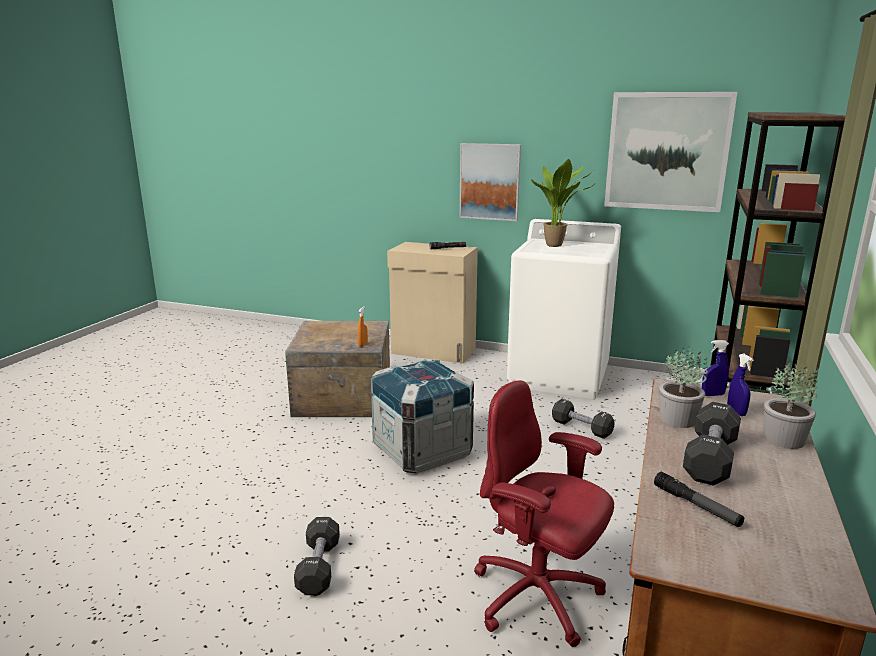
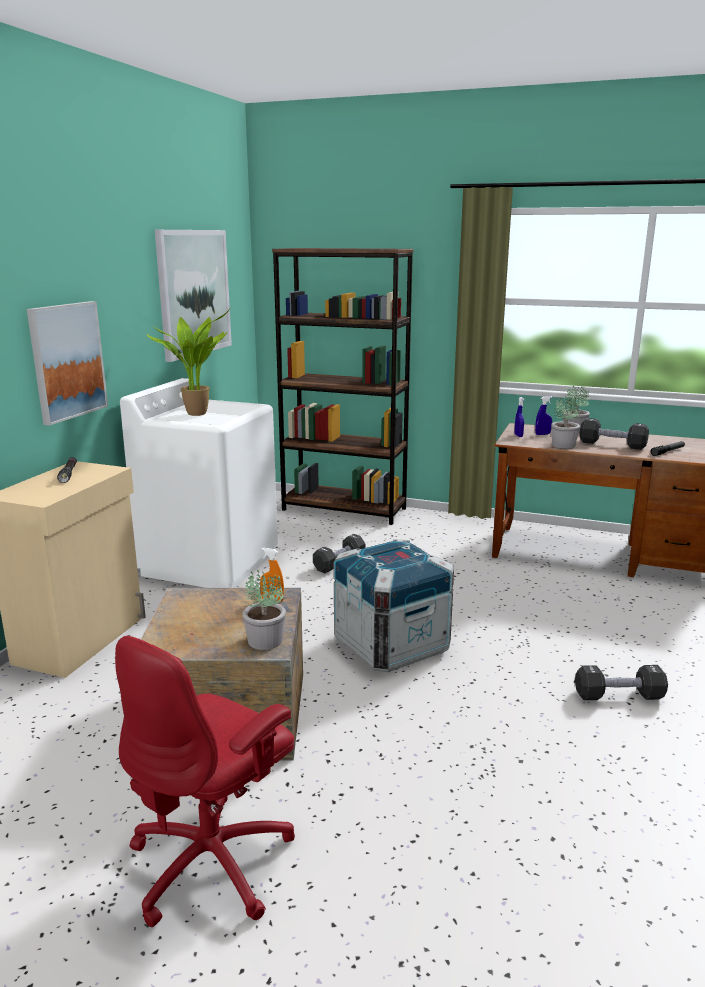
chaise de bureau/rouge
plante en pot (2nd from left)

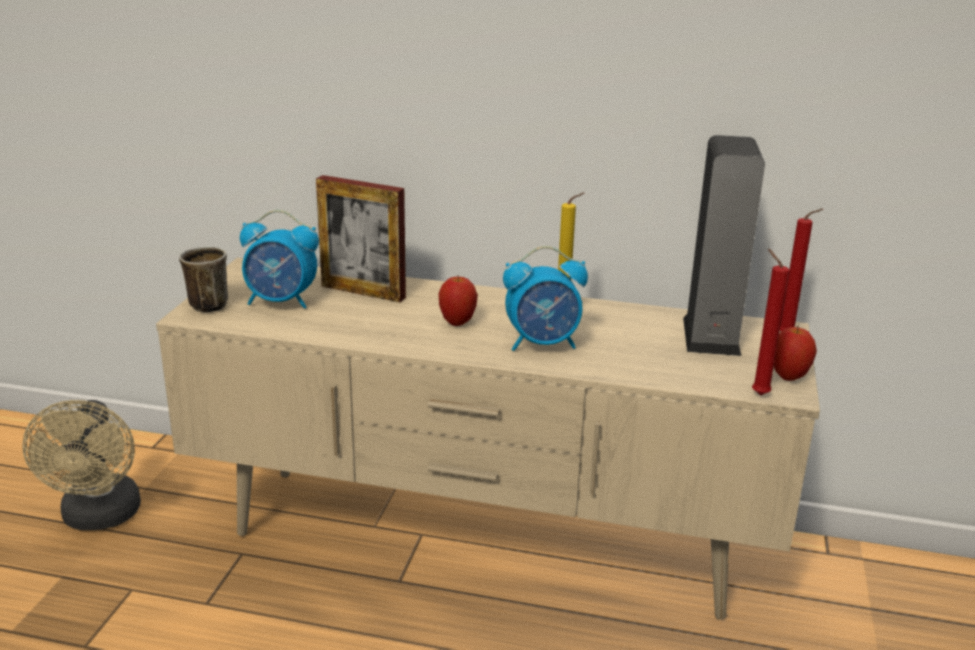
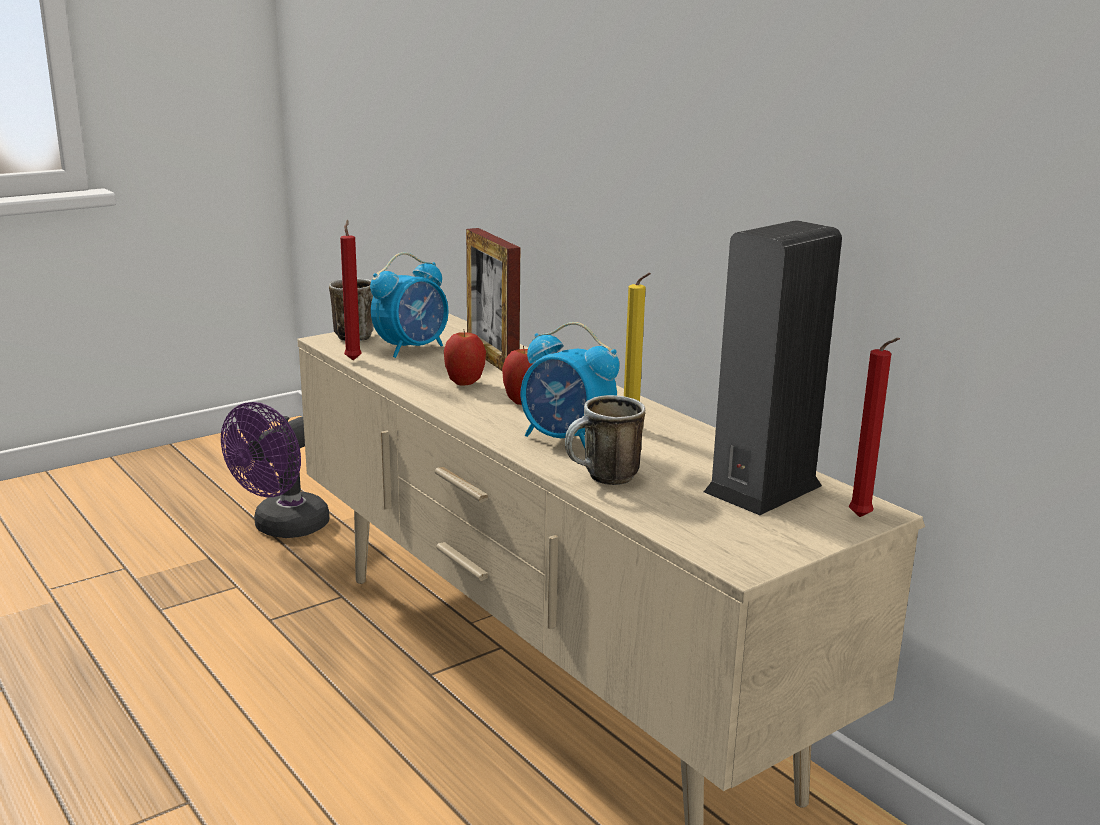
ventilateur/violet
réveil (1st from left)
bougie/rouge (1st from left)
pomme (1st from left)
mug (2nd from left)

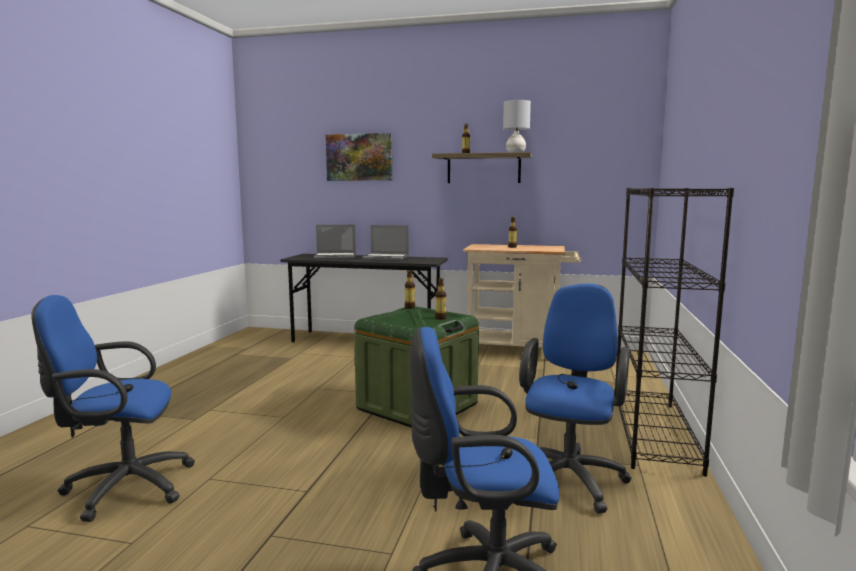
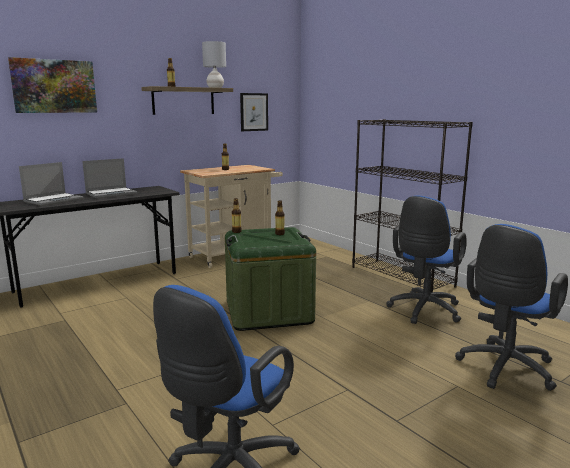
chaise de bureau/bleu (2nd from left)
tableau (2nd from left)

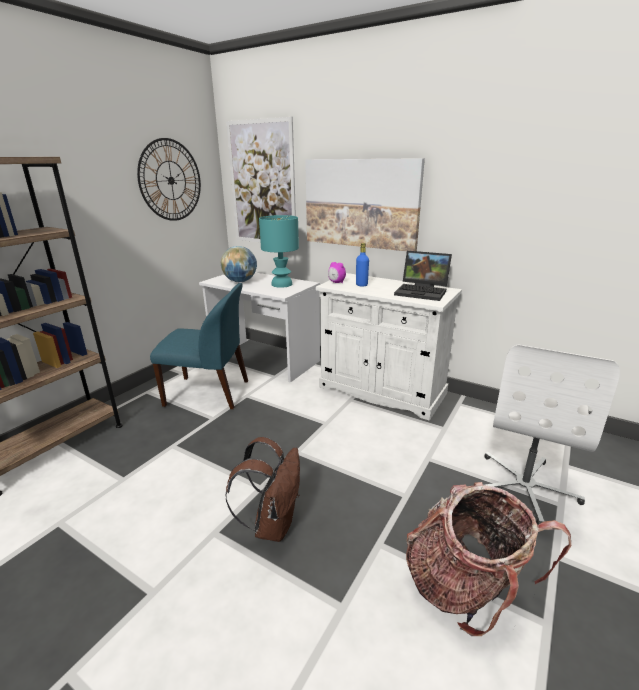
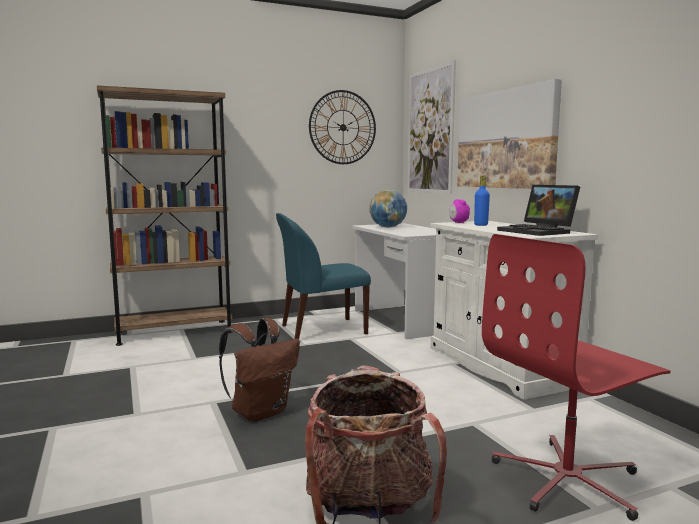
chaise/bleu
lampe de table/turquoise
chaise de bureau/rouge

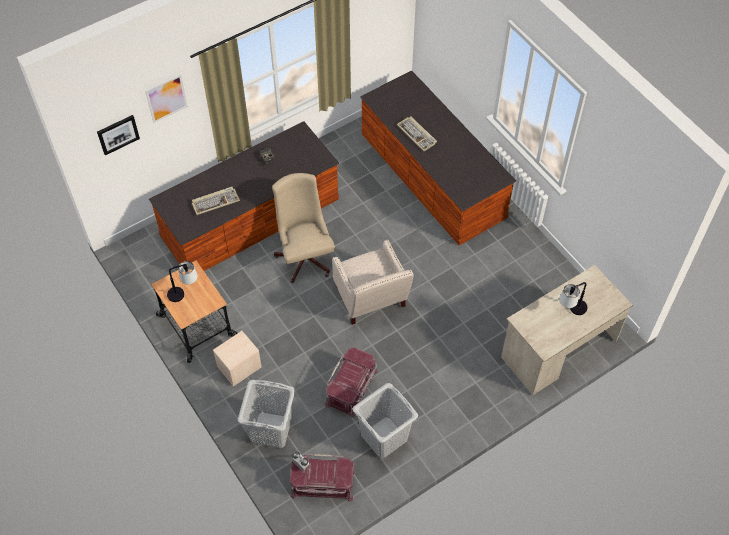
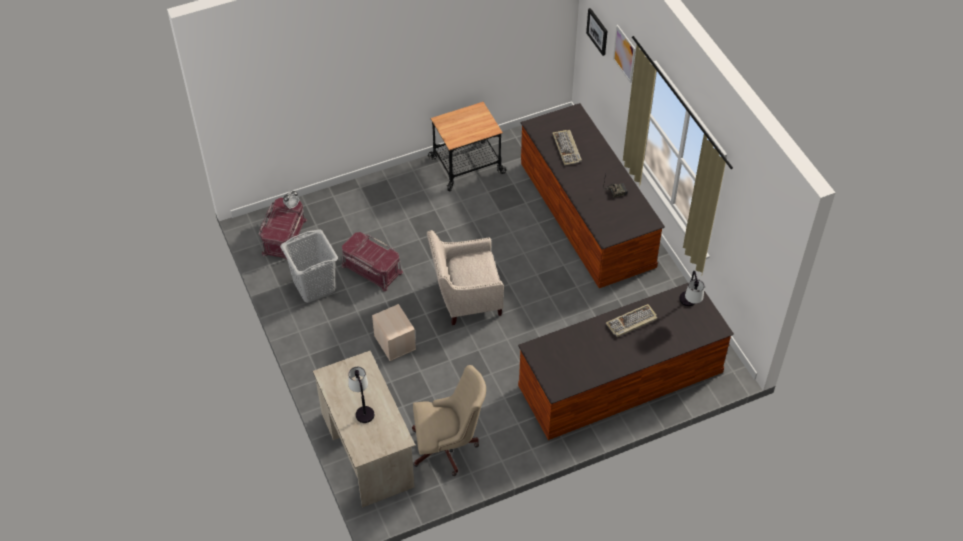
lampe de table (2nd from left)
boîte de rangement/beige
panier à linge/gris (1st from left in the first image)
chaise de bureau/beige

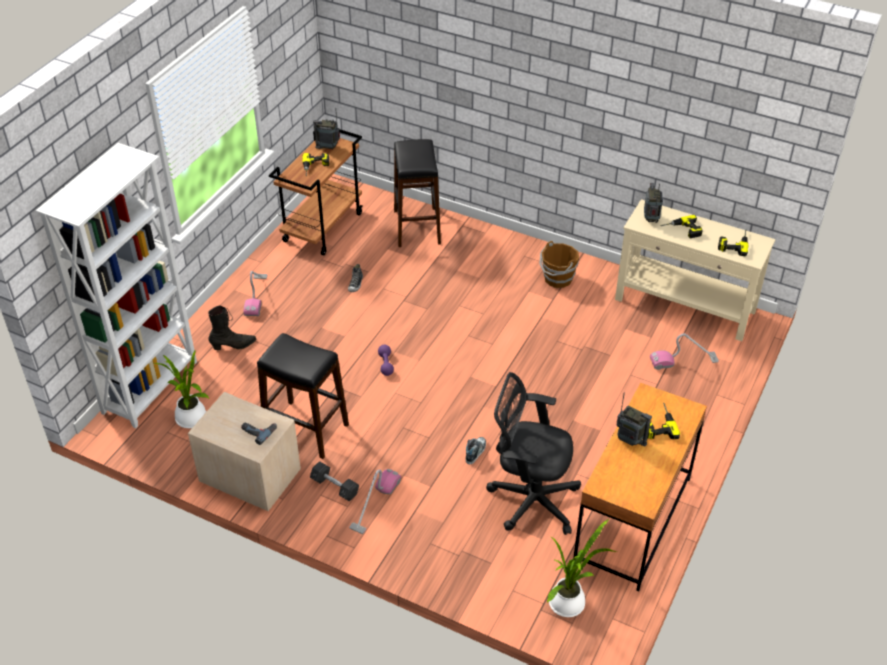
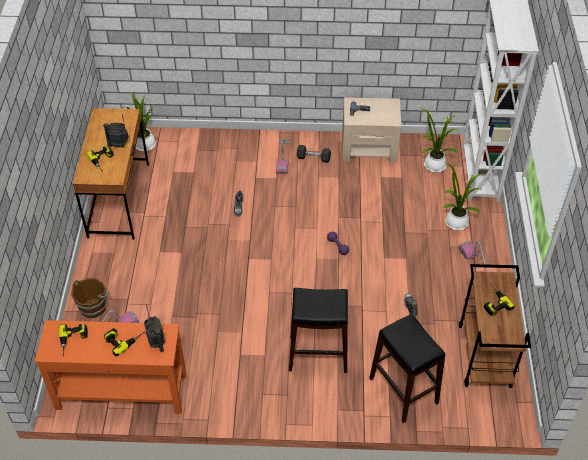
plante en pot (3rd from left)
tabouret/noir (1st from left)
radio (1st from left in the first image)
chaise de bureau/noir
seau/marron
table console/orange

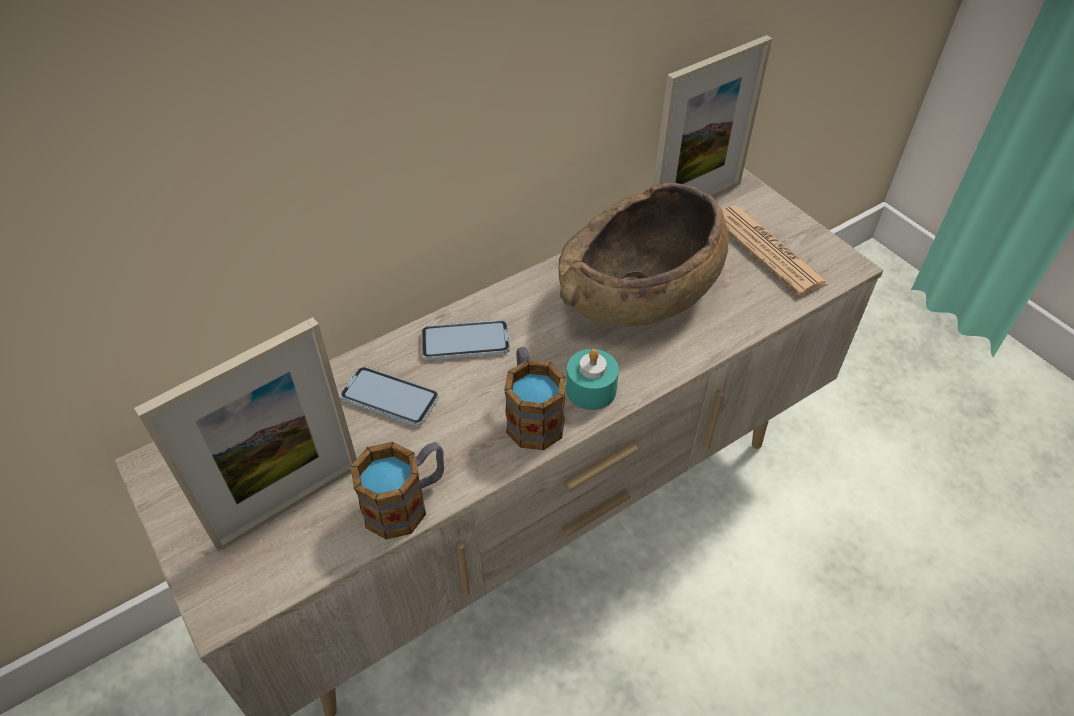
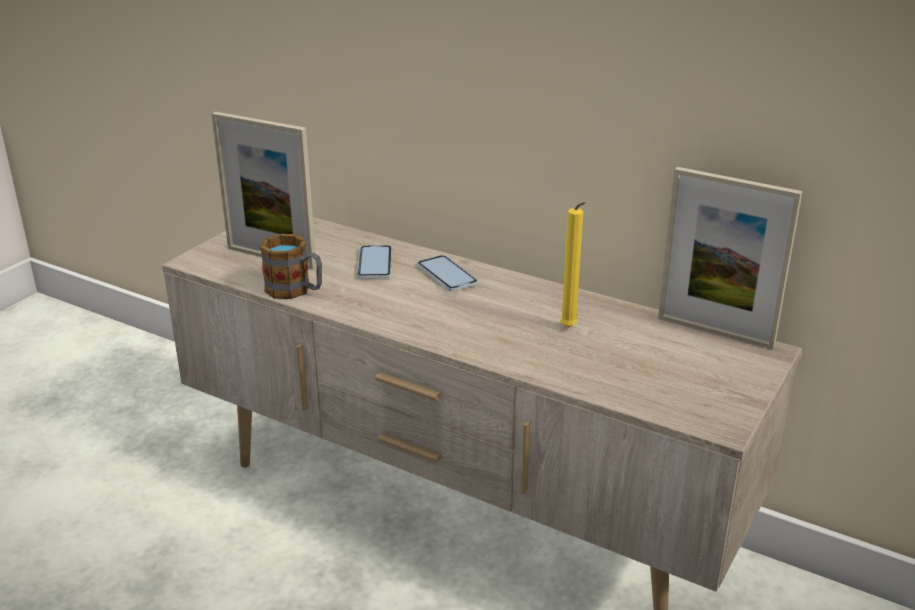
mug (2nd from left in the first image)
bougie/jaune
bougie/turquoise
journal

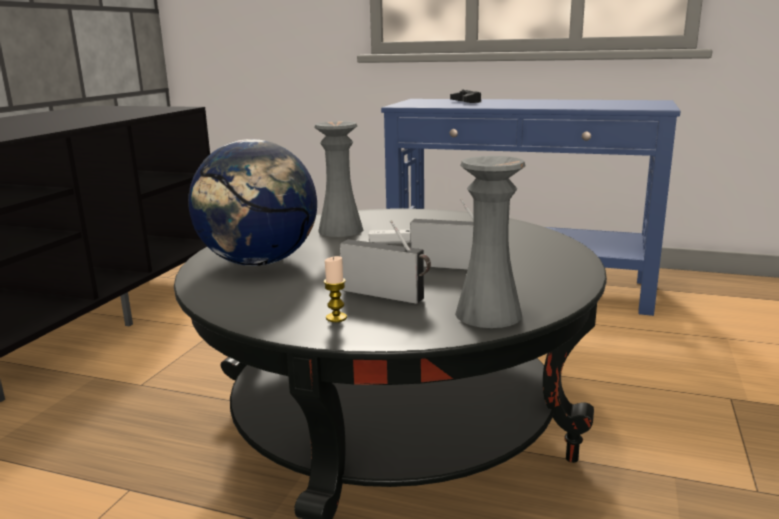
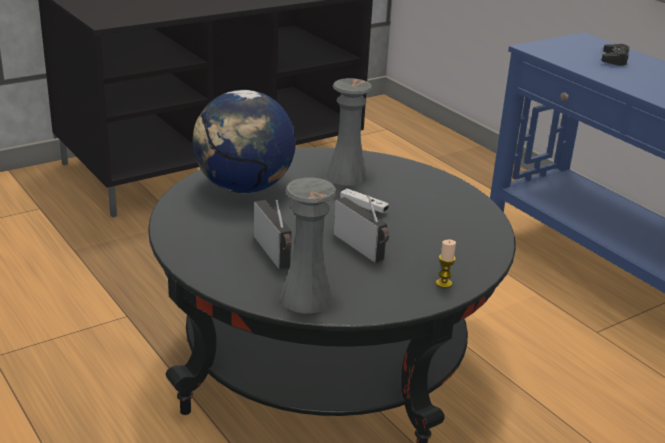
bougie

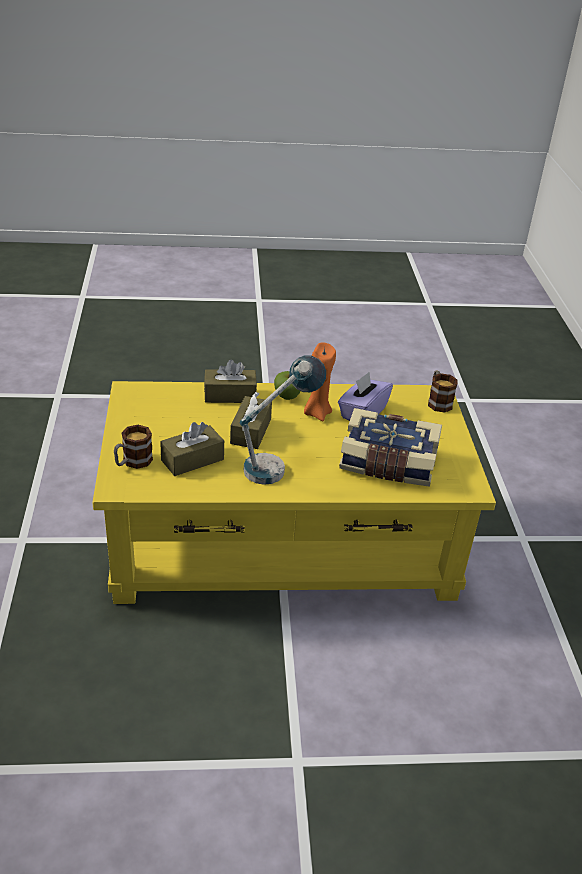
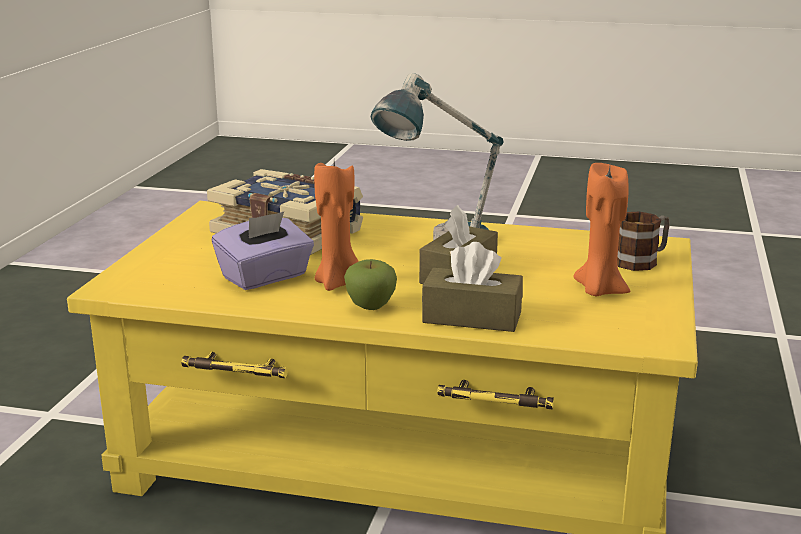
boîte à mouchoirs/marron (1st from left in the first image)
mug (2nd from left in the first image)
bougie/orange (2nd from left)

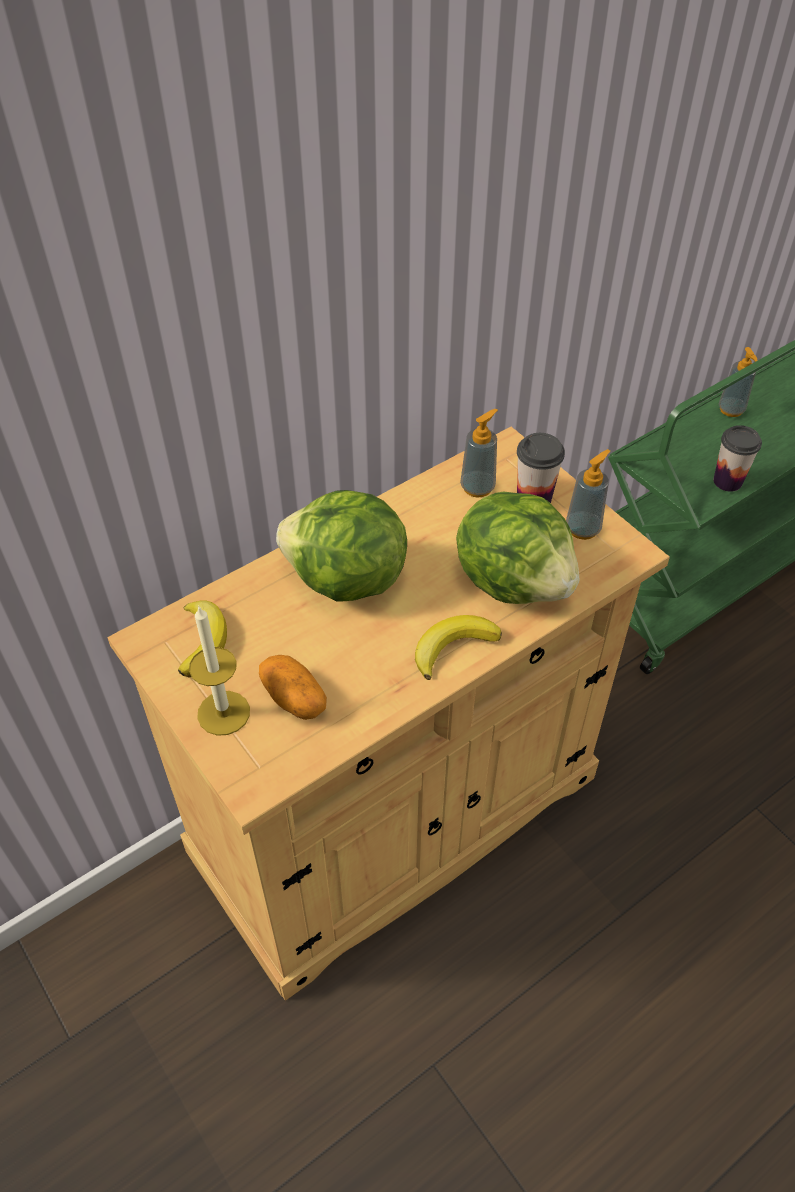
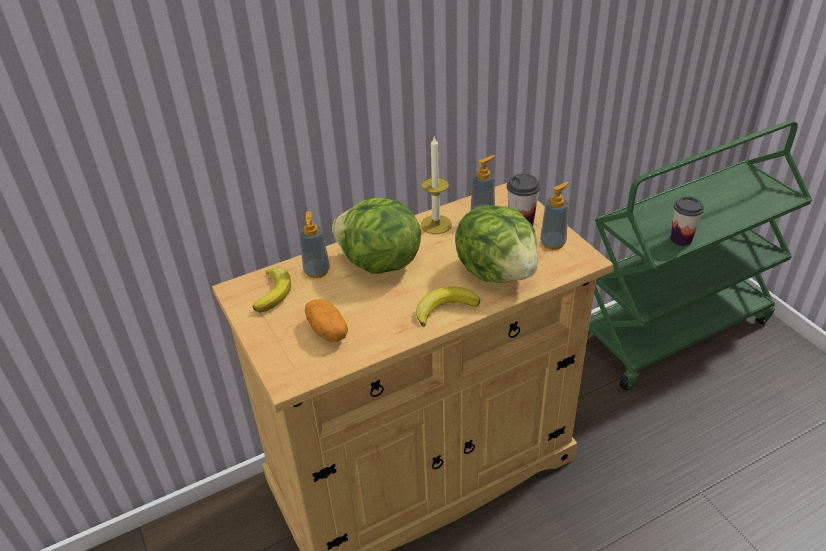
bougie
distributeur de savon (1st from left)

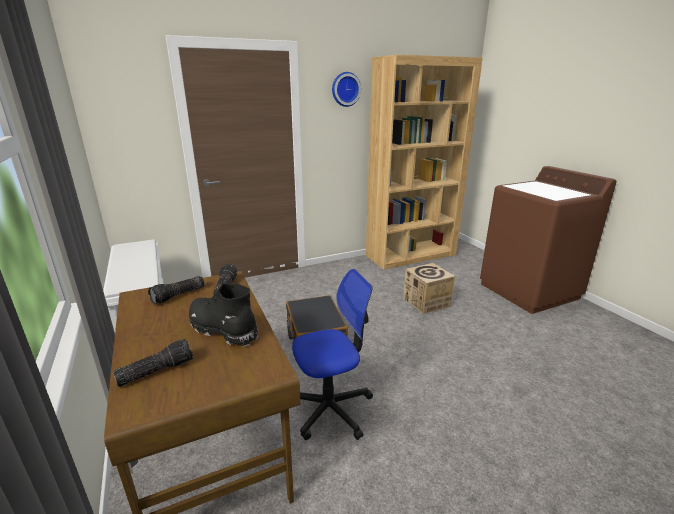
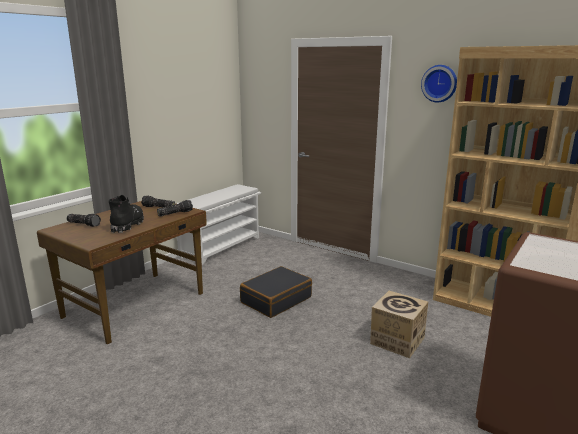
chaise de bureau

